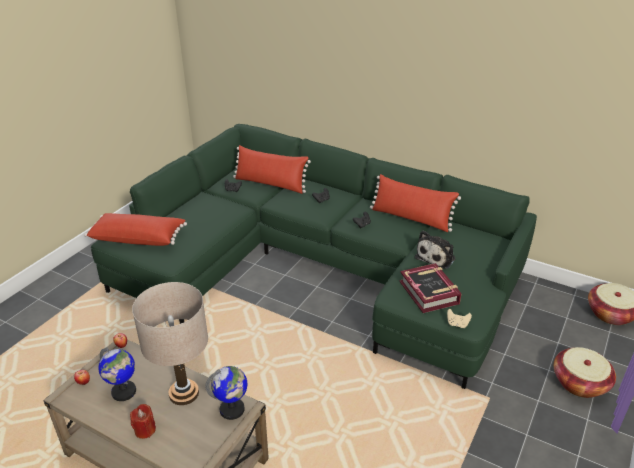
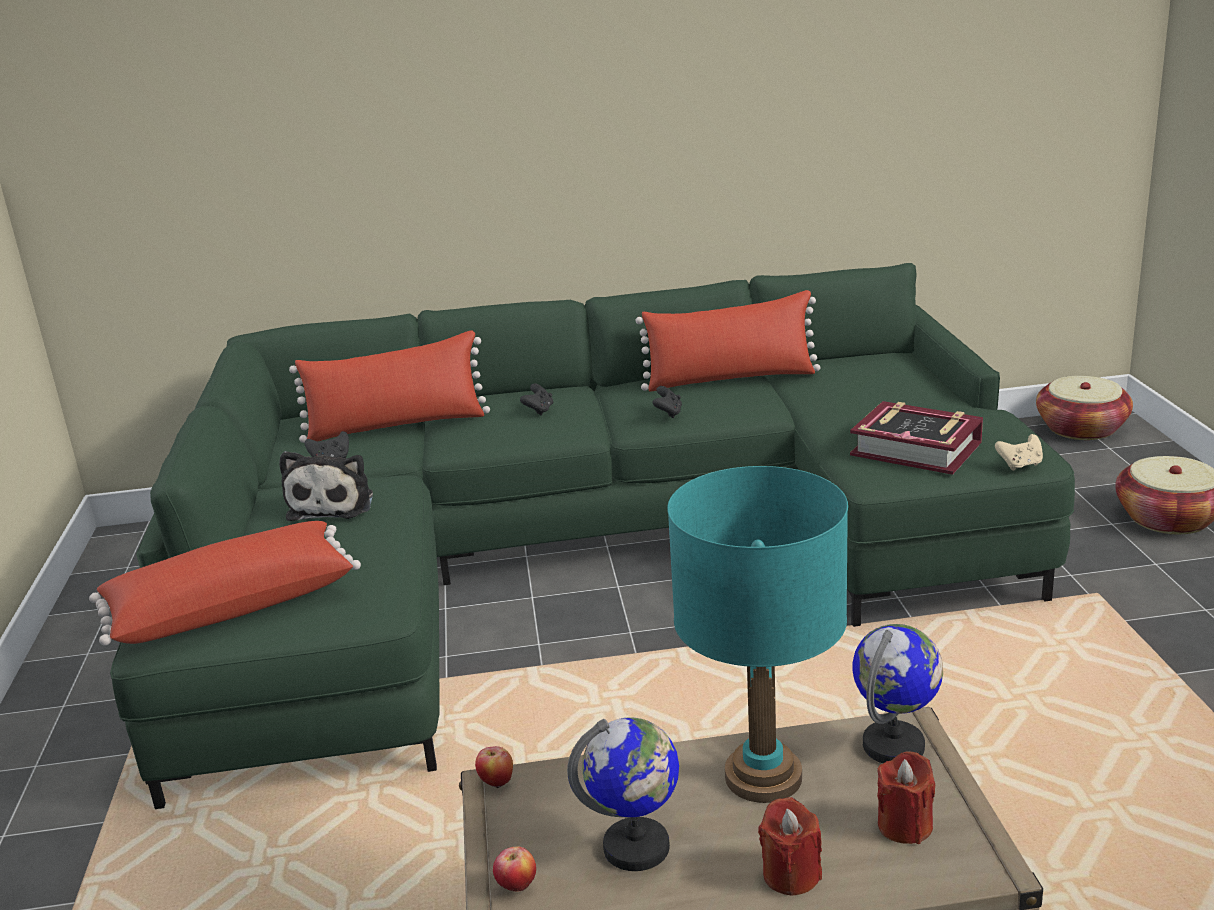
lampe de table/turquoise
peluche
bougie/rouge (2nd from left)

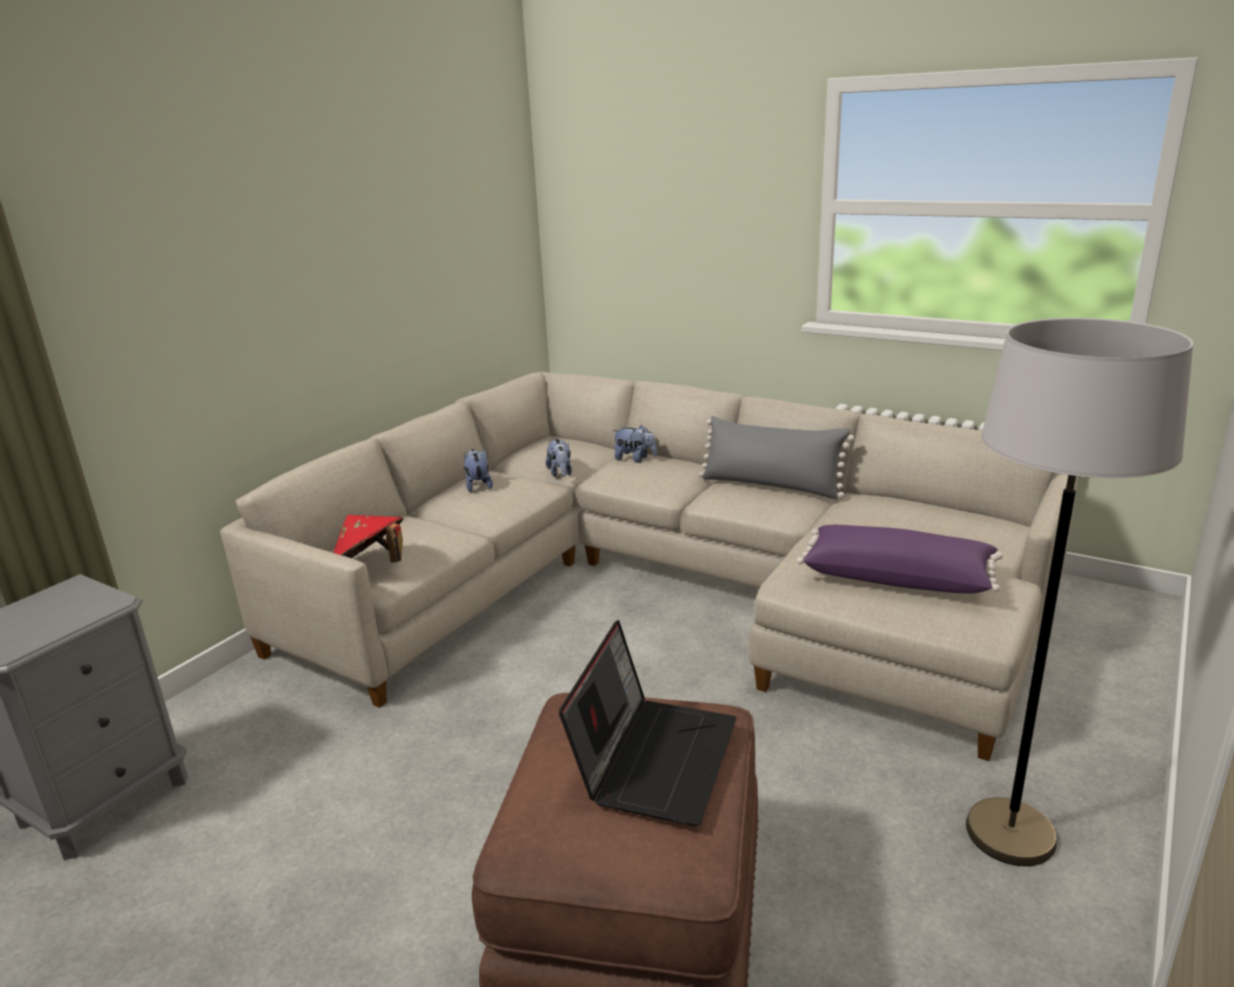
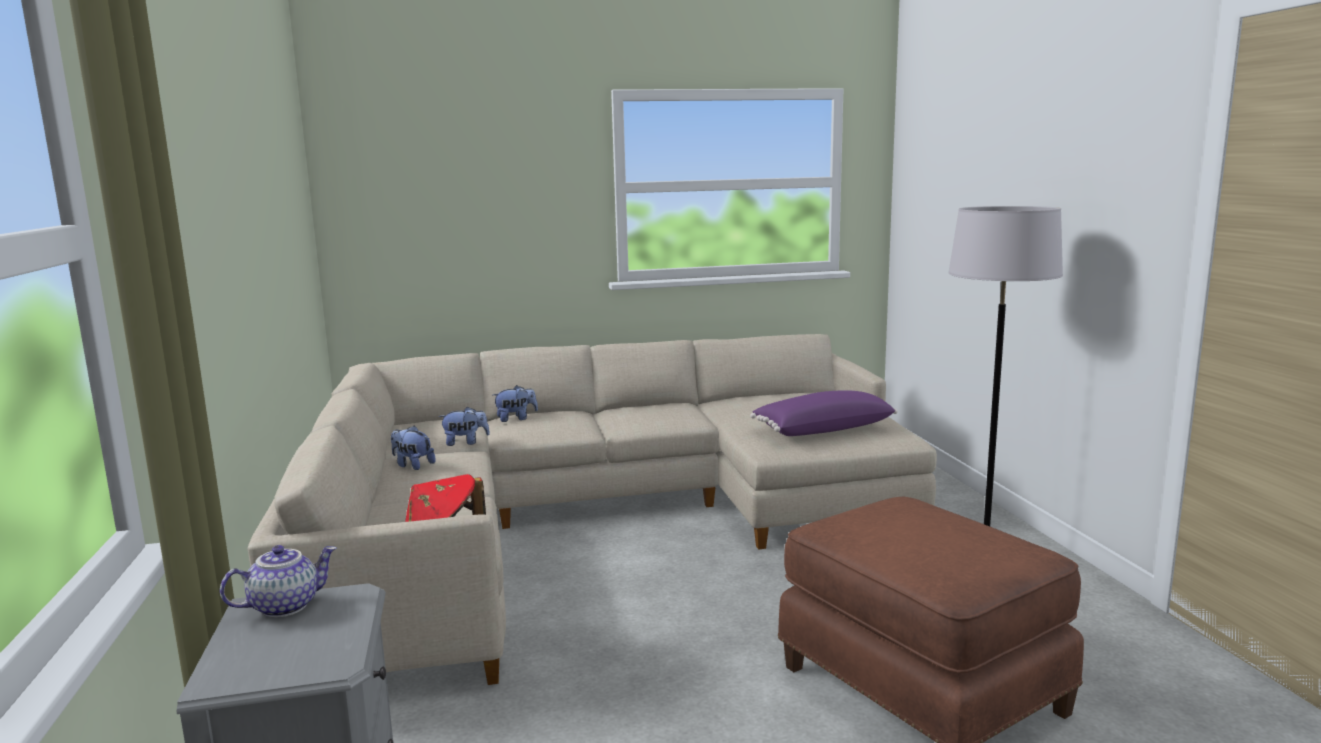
peluche (2nd from left)
ordinateur portable
coussin/gris
théière

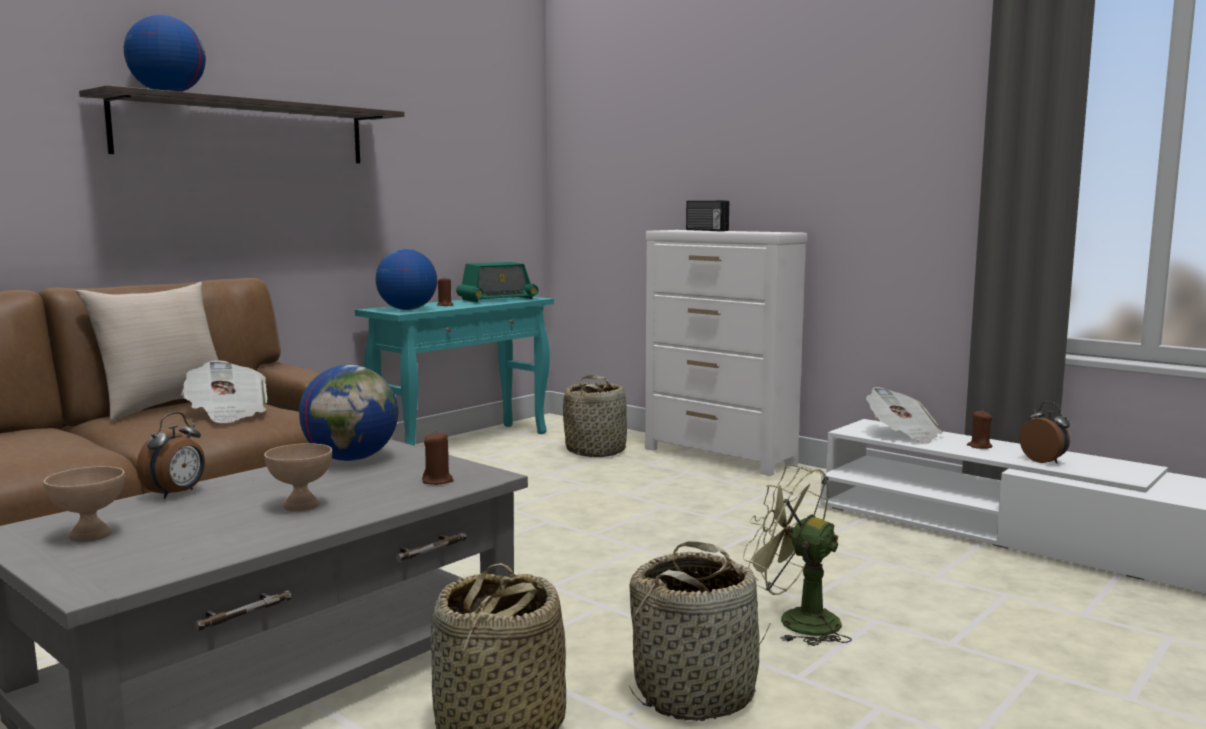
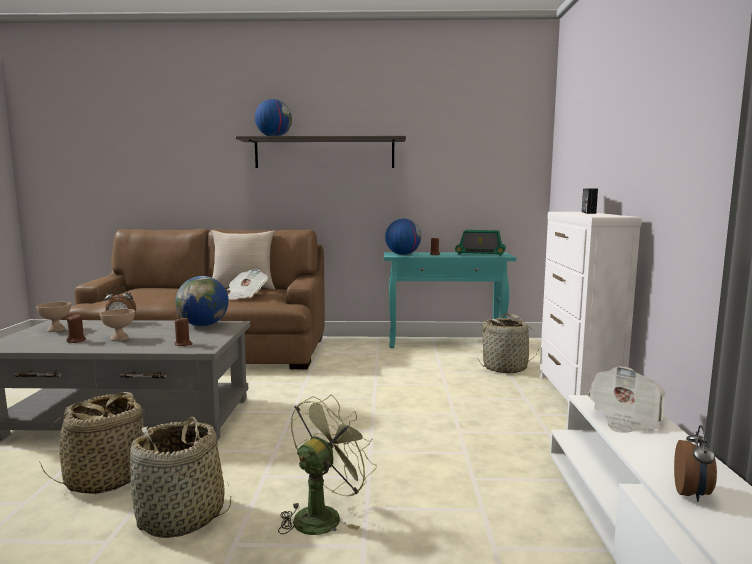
ventilateur/vert
bougie/marron (1st from left)

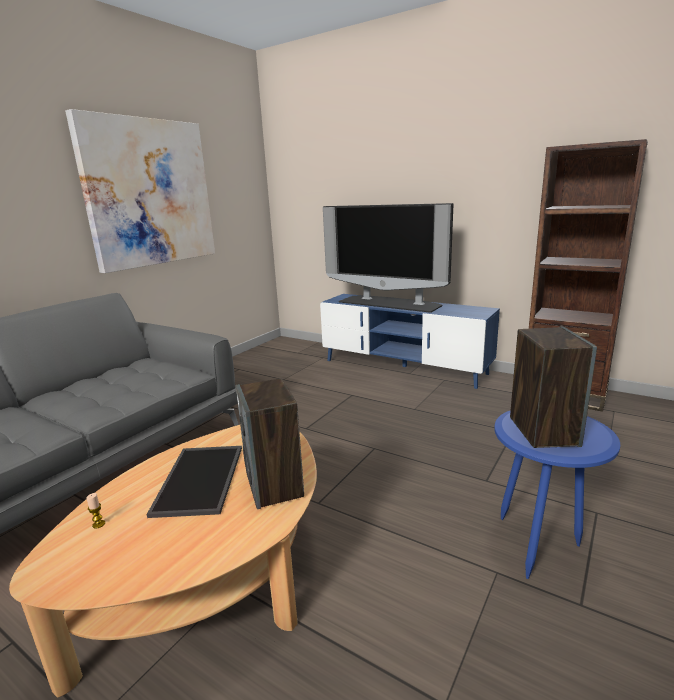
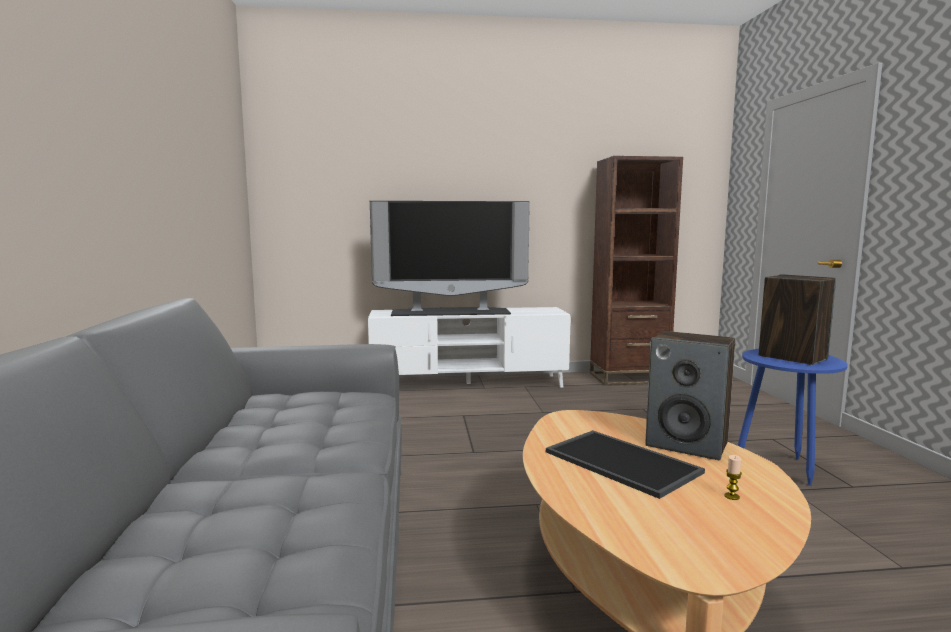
tableau
bougie
meuble télé/blanc

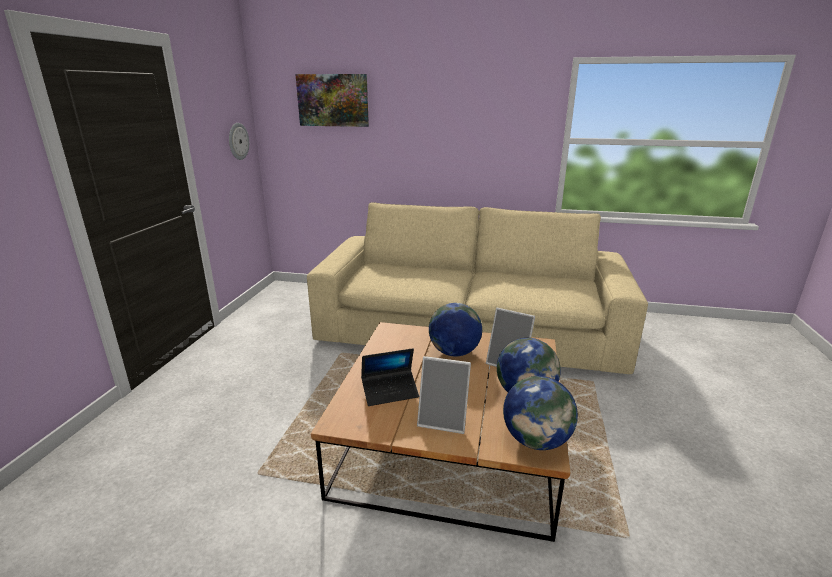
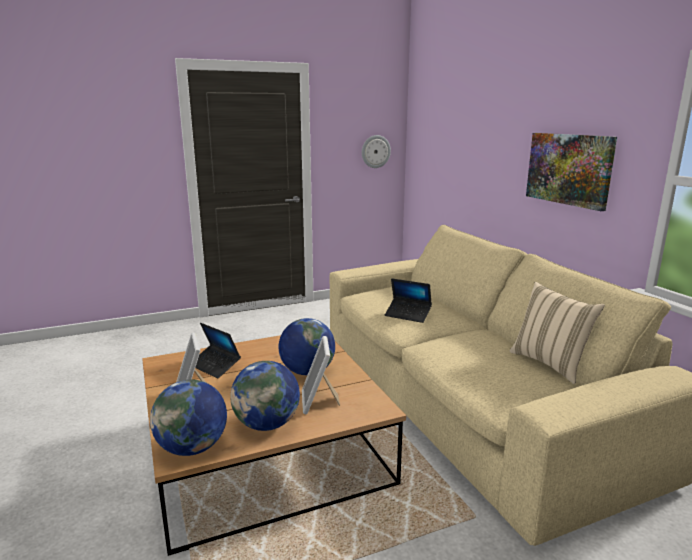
tableau
ordinateur portable (2nd from left)
coussin/beige

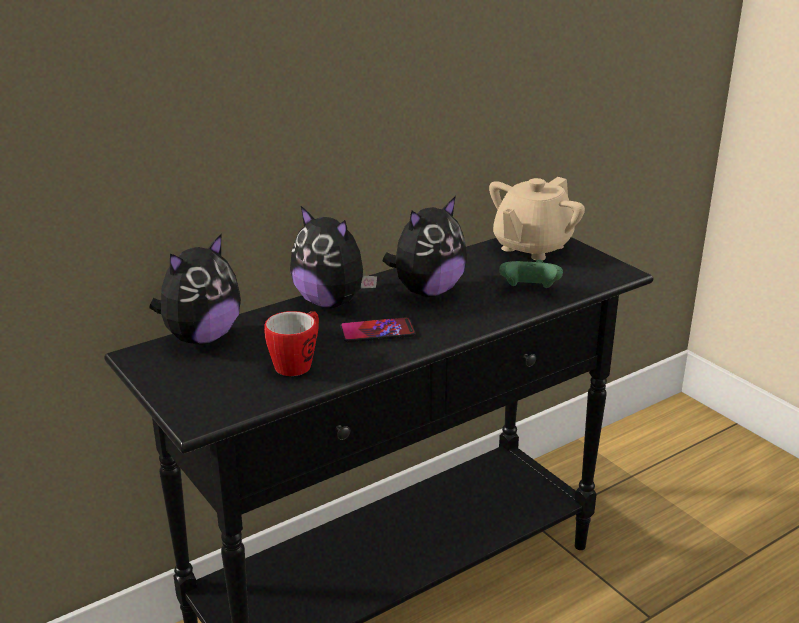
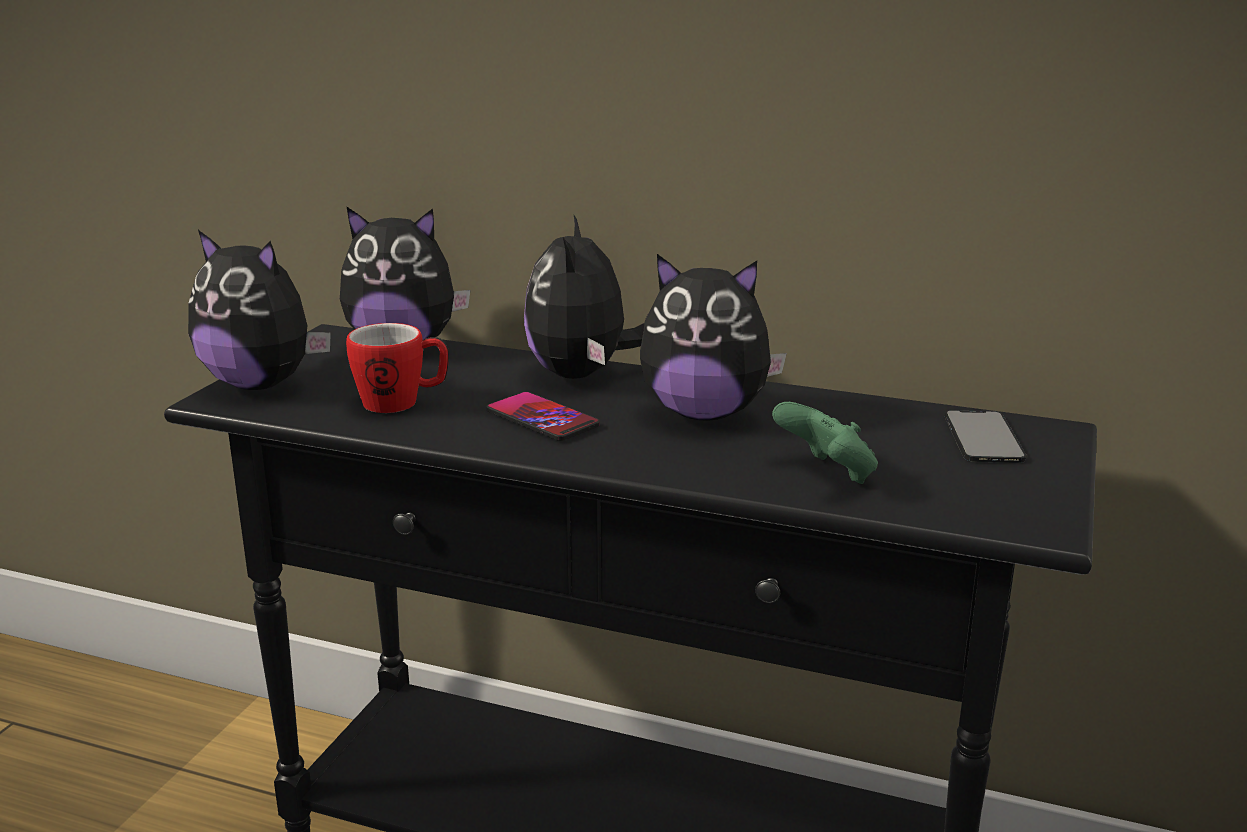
téléphone (2nd from left)
peluche (1st from left)

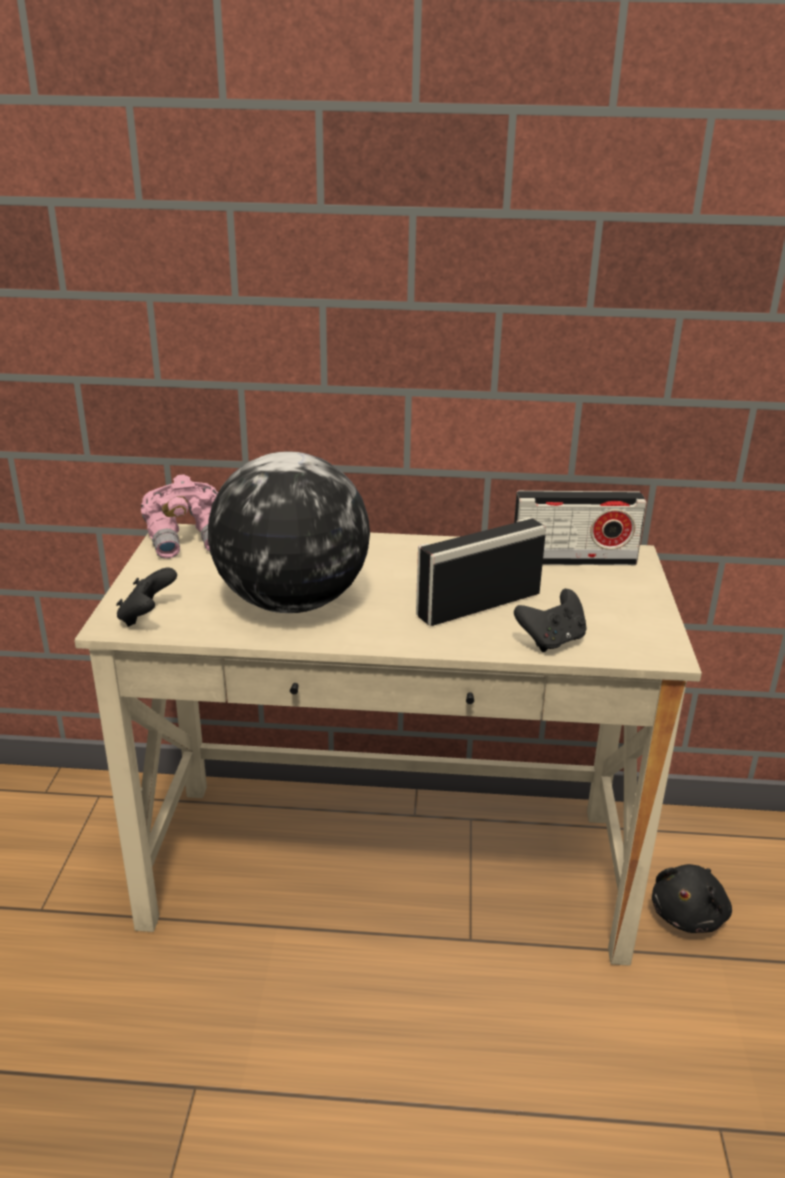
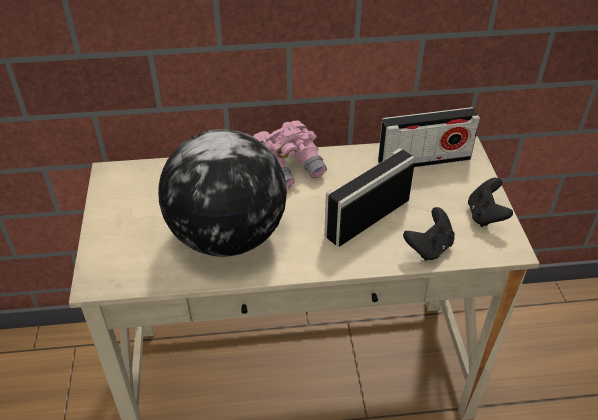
manette/noir (2nd from left)
jumelles/rose
peluche/noir

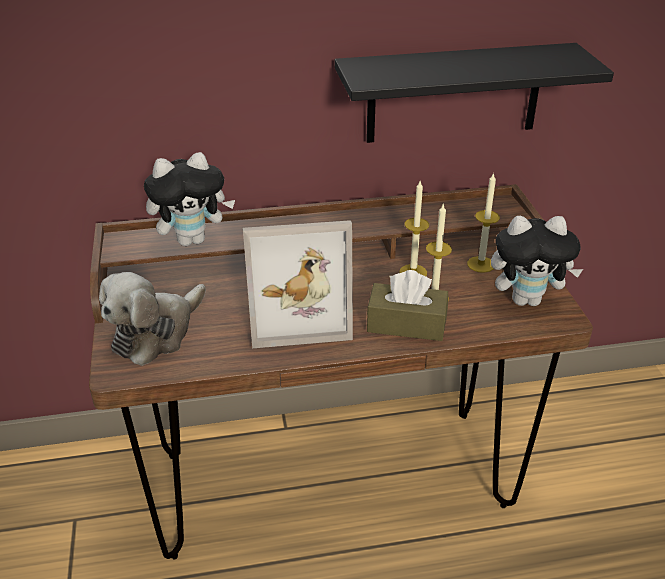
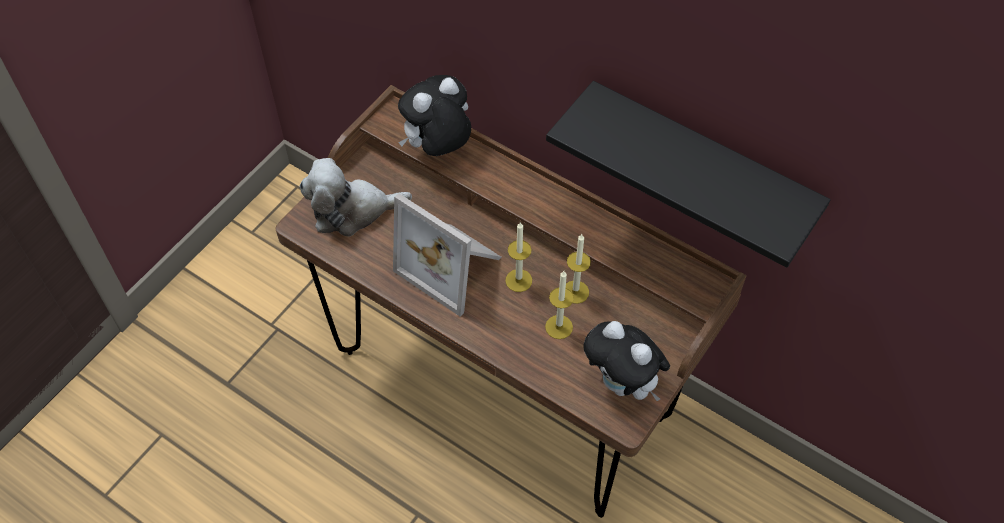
peluche (2nd from left)
boîte à mouchoirs/marron
bougie (1st from left)

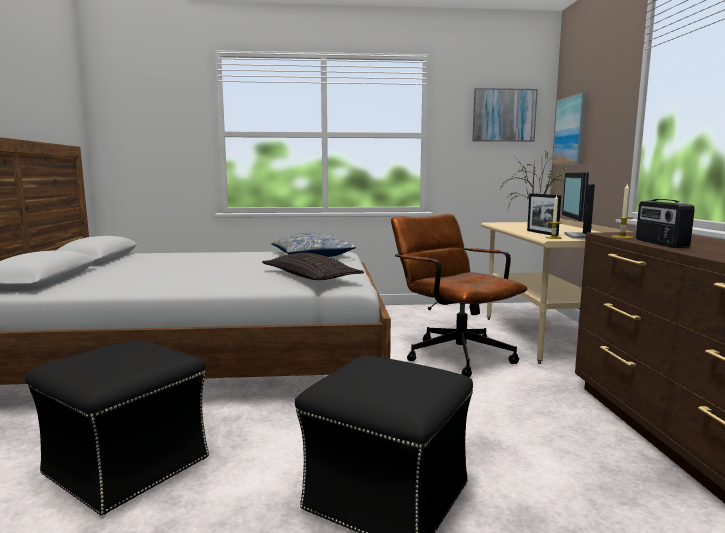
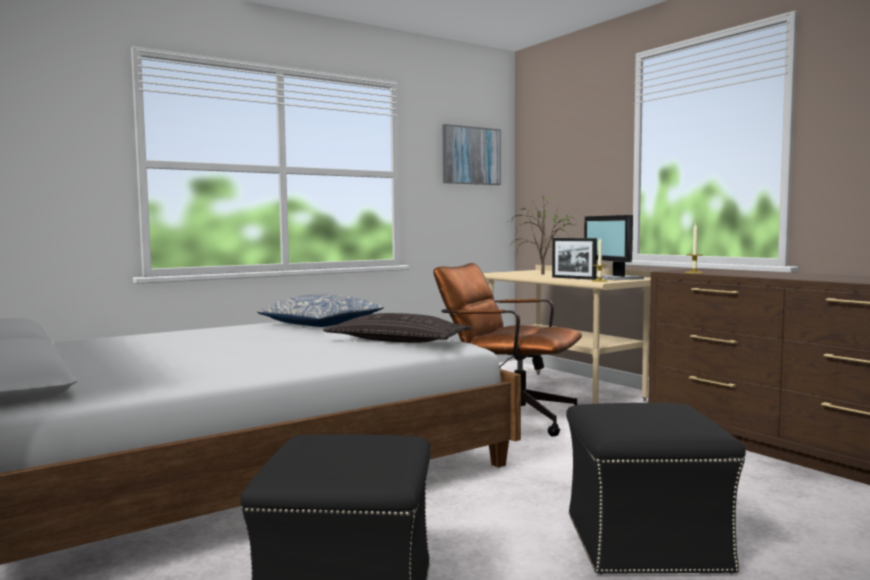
tableau (2nd from left in the first image)
radio

